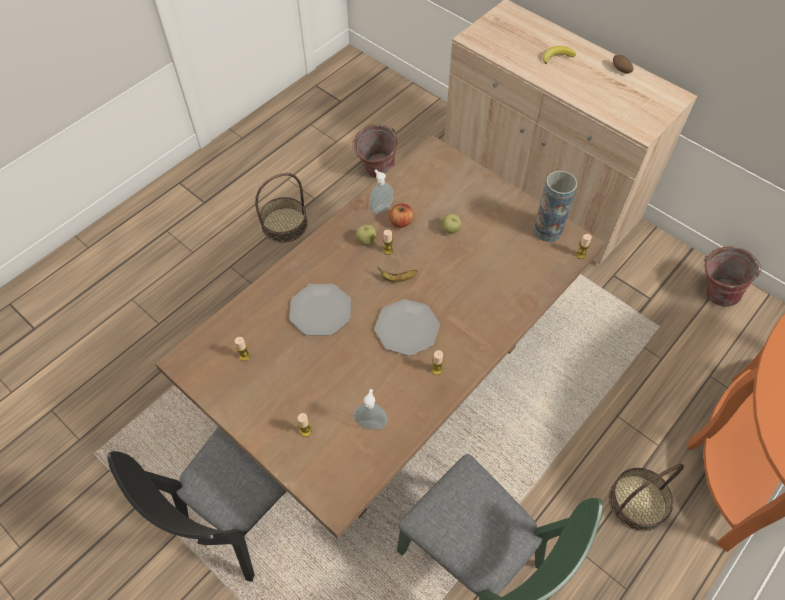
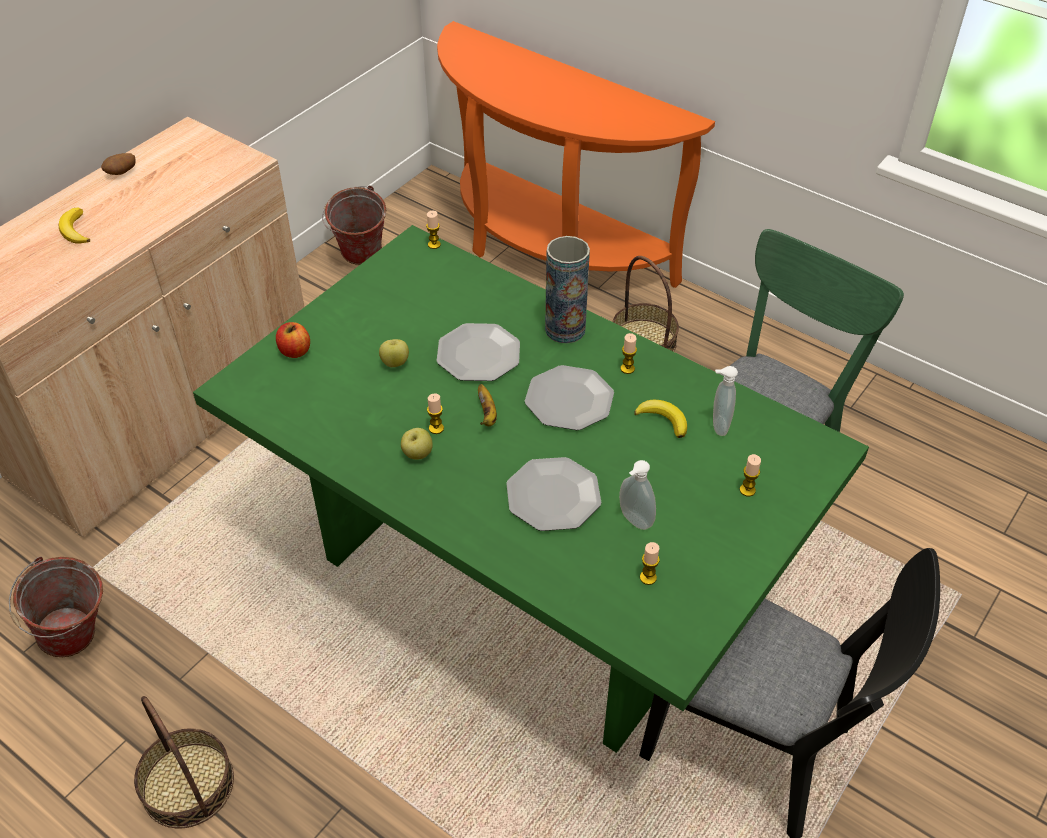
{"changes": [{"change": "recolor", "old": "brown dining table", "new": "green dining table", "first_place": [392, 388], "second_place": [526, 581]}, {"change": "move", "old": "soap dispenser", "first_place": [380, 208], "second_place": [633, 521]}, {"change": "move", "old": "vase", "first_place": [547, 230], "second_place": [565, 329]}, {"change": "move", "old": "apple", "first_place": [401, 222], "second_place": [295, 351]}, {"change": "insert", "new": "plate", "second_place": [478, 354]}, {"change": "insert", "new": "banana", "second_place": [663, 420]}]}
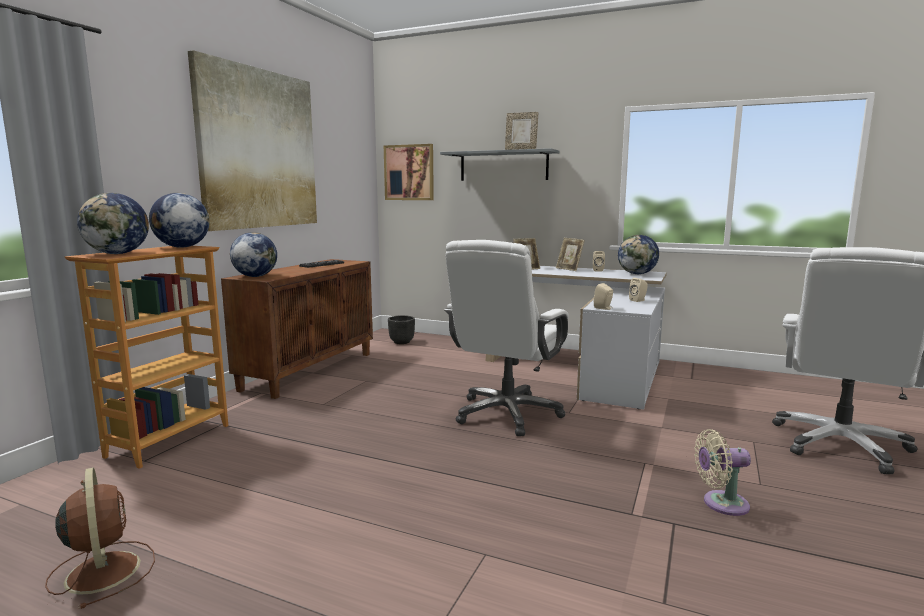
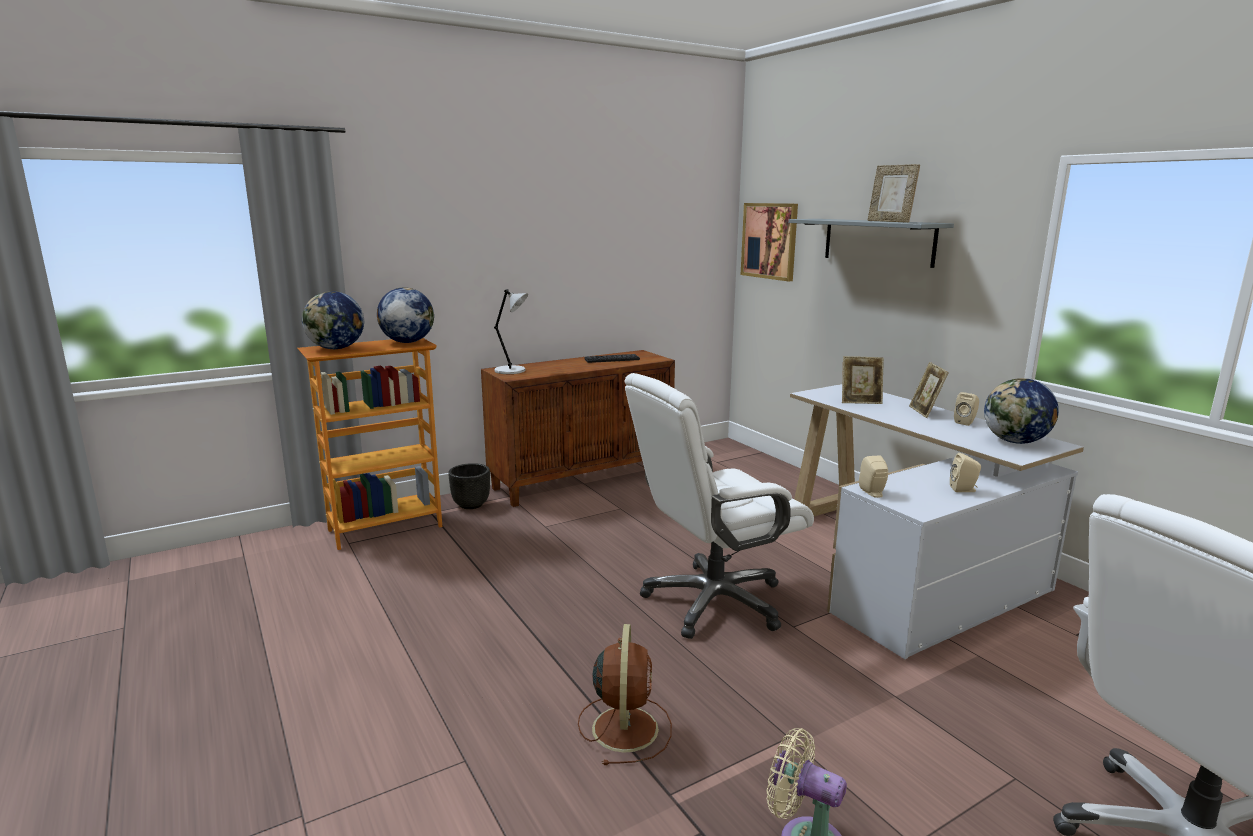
{"changes": [{"change": "delete", "old": "picture", "first_place": [259, 149]}, {"change": "replace", "old": "globe", "new": "grey table lamp", "first_place": [255, 276], "second_place": [512, 371]}, {"change": "move", "old": "black planter", "first_place": [401, 342], "second_place": [471, 504]}, {"change": "move", "old": "brown fan", "first_place": [103, 570], "second_place": [625, 726]}]}
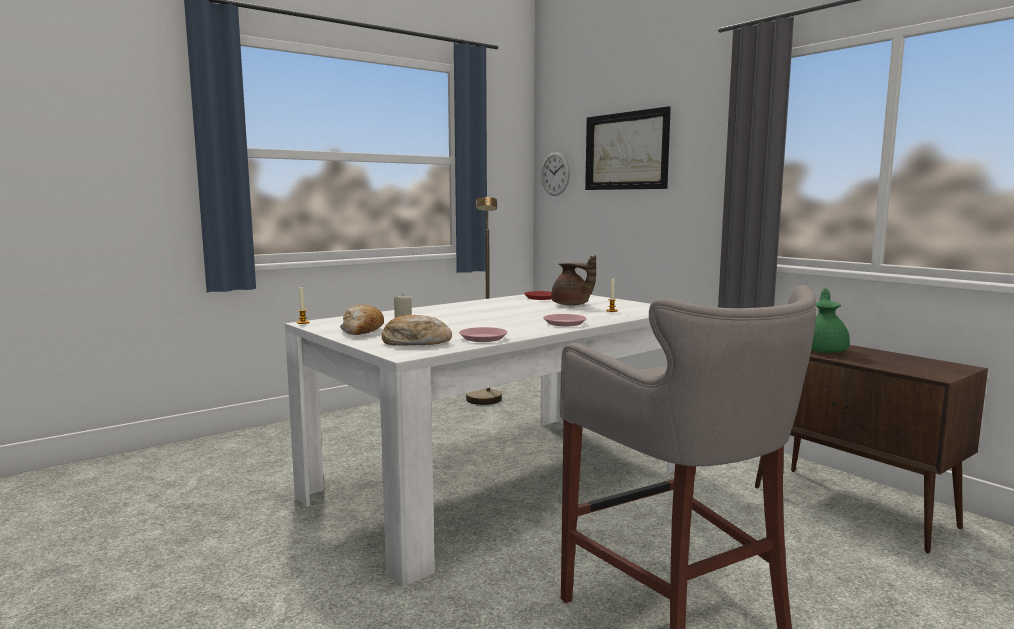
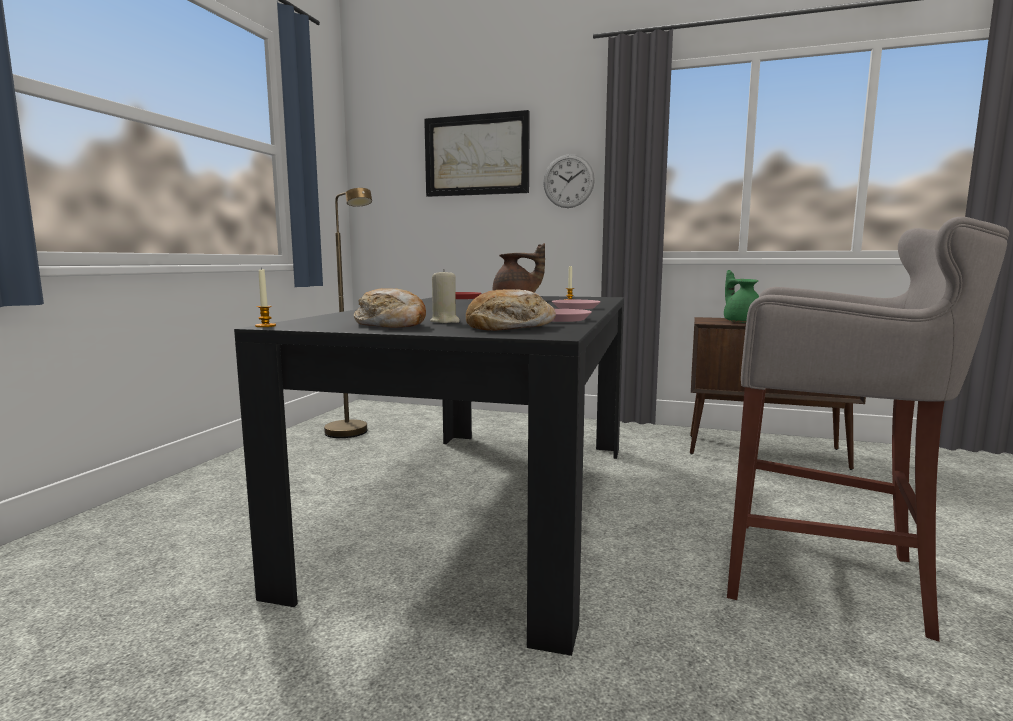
{"changes": [{"change": "move", "old": "wall clock", "first_place": [555, 174], "second_place": [568, 181]}, {"change": "recolor", "old": "white dining table", "new": "black dining table", "first_place": [500, 481], "second_place": [489, 504]}]}
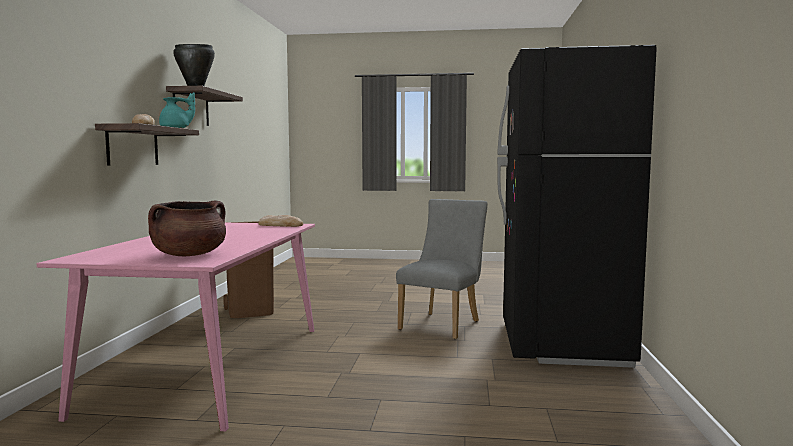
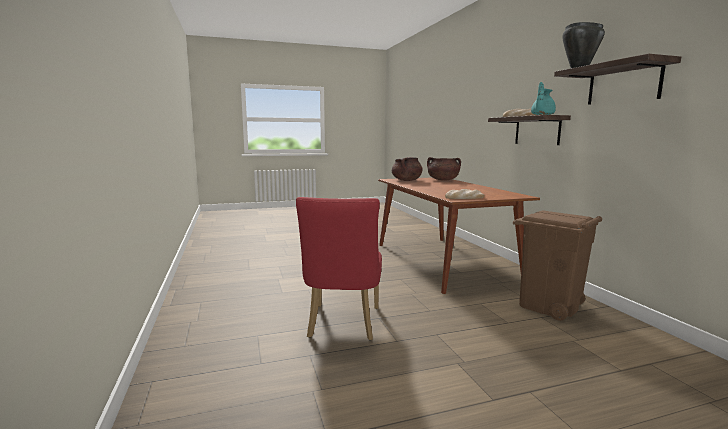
{"changes": [{"change": "delete", "old": "black fridge", "first_place": [562, 344]}, {"change": "recolor", "old": "grey chair", "new": "red chair", "first_place": [443, 324], "second_place": [342, 325]}, {"change": "recolor", "old": "pink dining table", "new": "brown dining table", "first_place": [213, 366], "second_place": [443, 261]}, {"change": "insert", "new": "brown cooking pot", "second_place": [443, 180]}]}
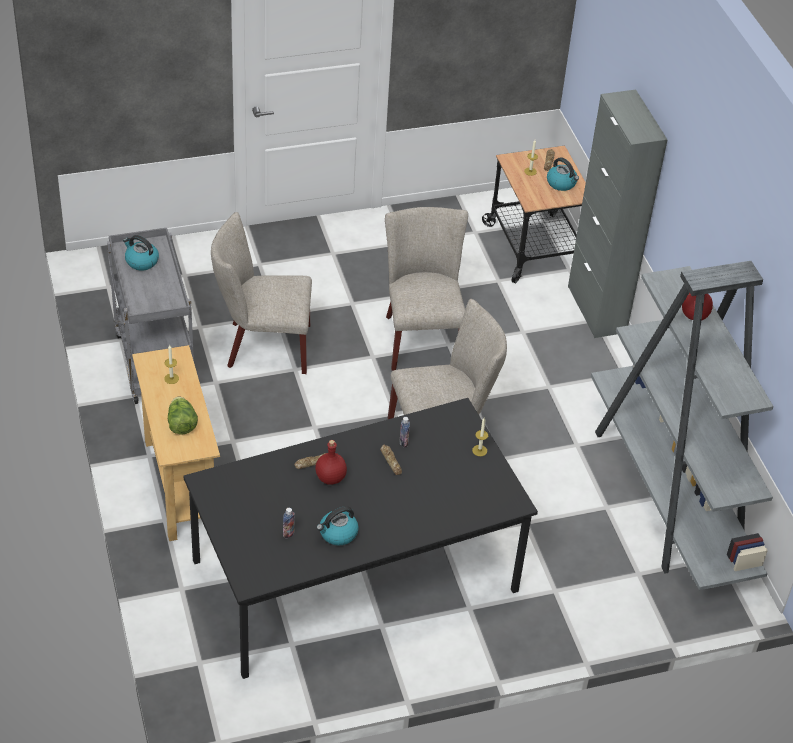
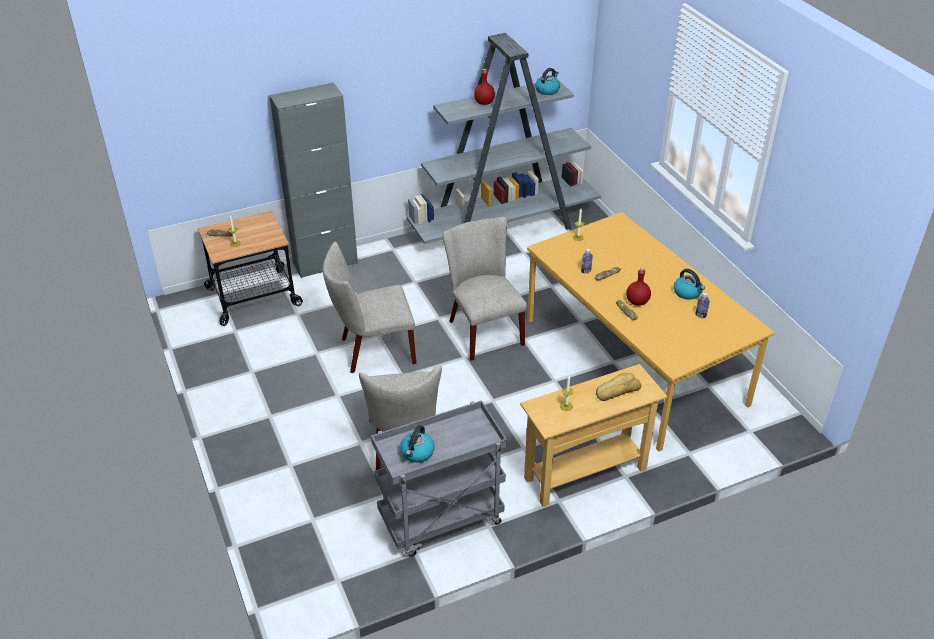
{"changes": [{"change": "move", "old": "kettle", "first_place": [562, 183], "second_place": [547, 90]}, {"change": "replace", "old": "lettuce", "new": "bread", "first_place": [181, 424], "second_place": [617, 390]}, {"change": "recolor", "old": "black dining table", "new": "orange dining table", "first_place": [355, 574], "second_place": [632, 361]}]}
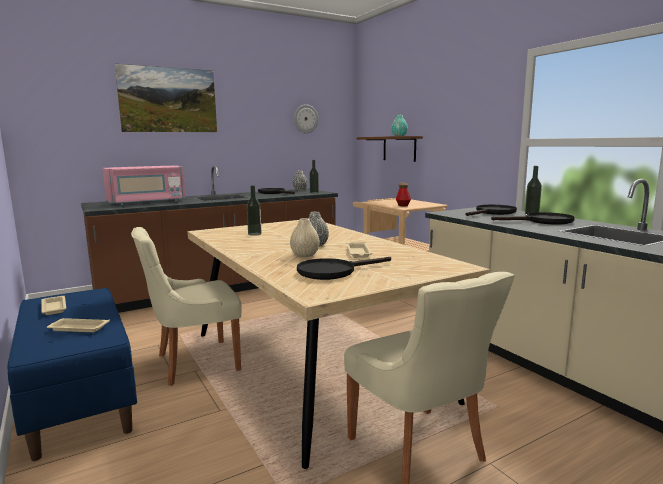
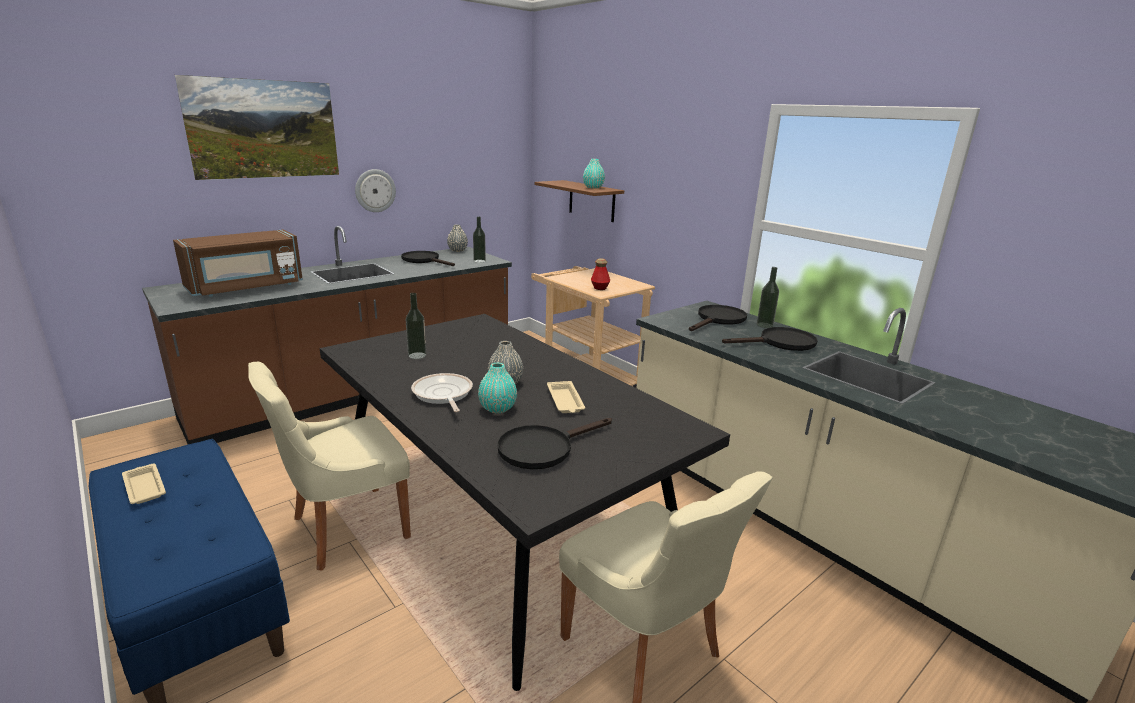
{"changes": [{"change": "move", "old": "wall clock", "first_place": [305, 119], "second_place": [375, 190]}, {"change": "recolor", "old": "pink microwave", "new": "brown microwave", "first_place": [147, 202], "second_place": [246, 287]}, {"change": "recolor", "old": "beige vase", "new": "turquoise vase", "first_place": [305, 255], "second_place": [497, 408]}, {"change": "recolor", "old": "beige dining table", "new": "black dining table", "first_place": [311, 364], "second_place": [498, 522]}, {"change": "delete", "old": "beige tray", "first_place": [78, 328]}, {"change": "insert", "new": "frying pan", "second_place": [442, 394]}]}
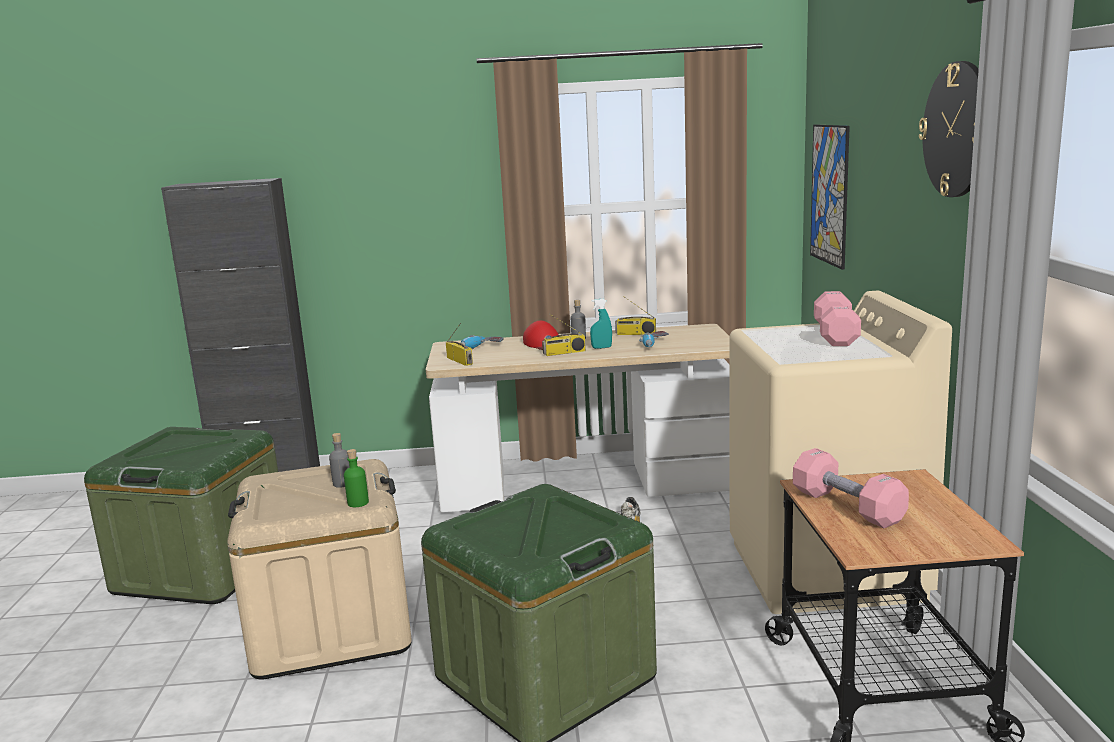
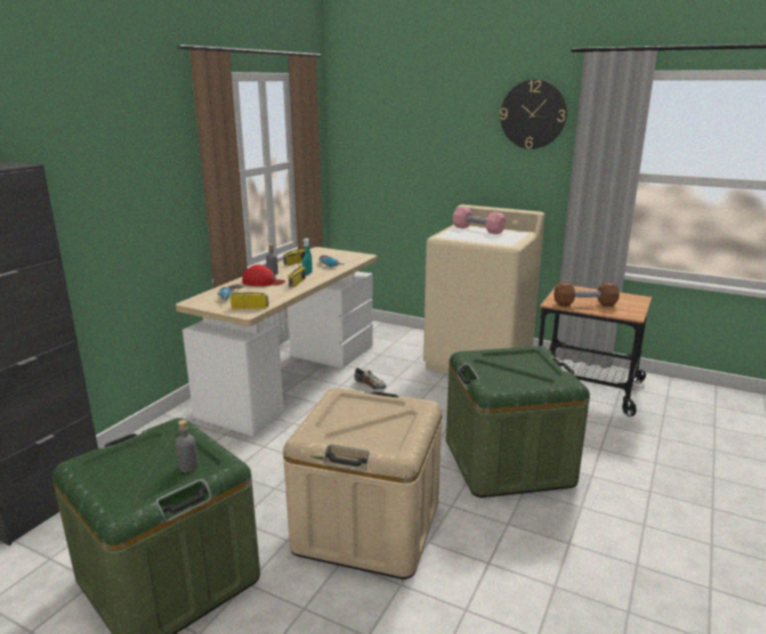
{"changes": [{"change": "delete", "old": "picture", "first_place": [829, 194]}, {"change": "move", "old": "grey bottle", "first_place": [342, 483], "second_place": [188, 466]}, {"change": "recolor", "old": "pink dumbbell", "new": "brown dumbbell", "first_place": [847, 507], "second_place": [584, 304]}, {"change": "delete", "old": "green bottle", "first_place": [358, 503]}]}
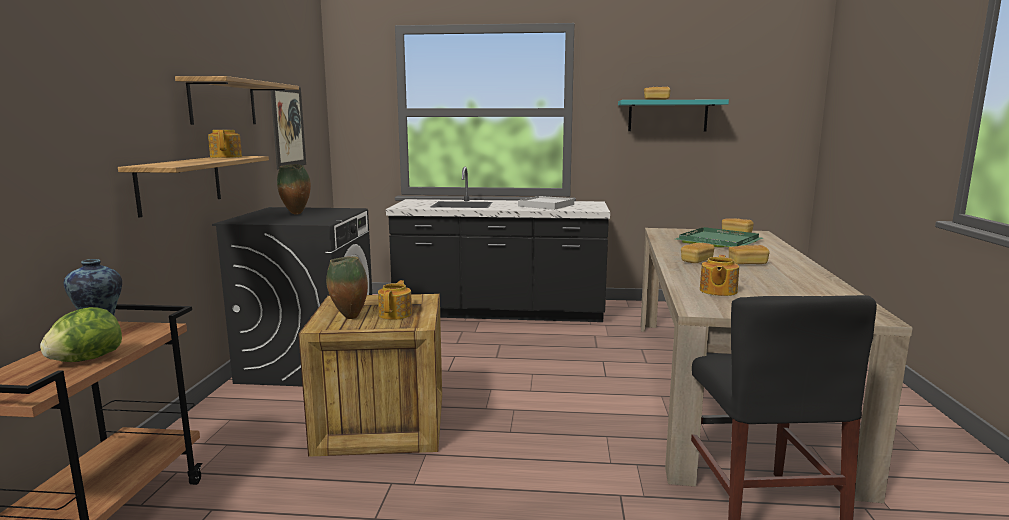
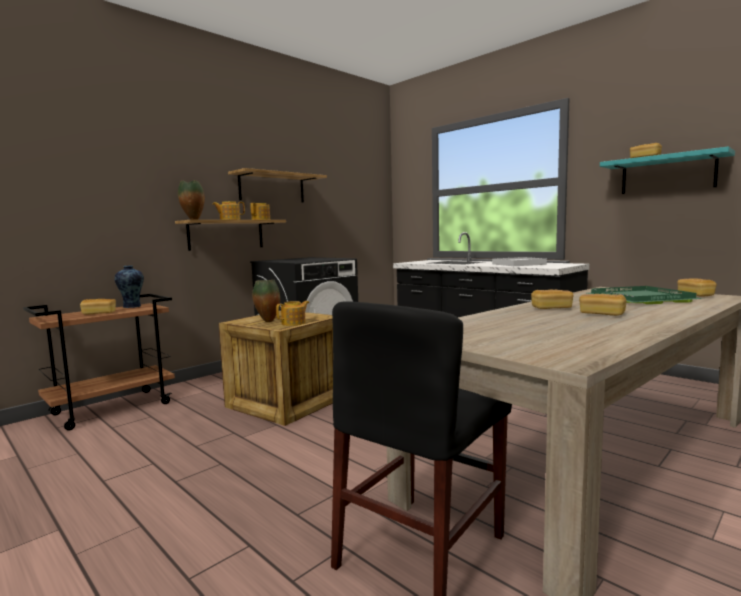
{"changes": [{"change": "delete", "old": "picture", "first_place": [288, 127]}, {"change": "move", "old": "vase", "first_place": [296, 214], "second_place": [193, 219]}, {"change": "move", "old": "teapot", "first_place": [717, 291], "second_place": [229, 220]}, {"change": "replace", "old": "lettuce", "new": "bread", "first_place": [86, 360], "second_place": [99, 313]}]}
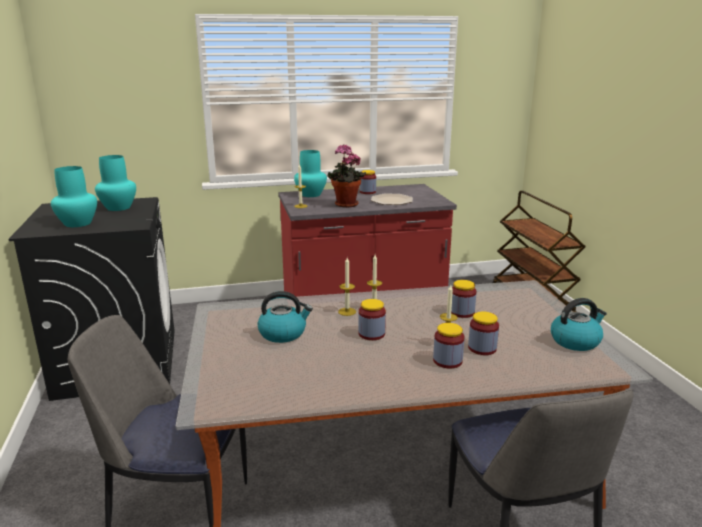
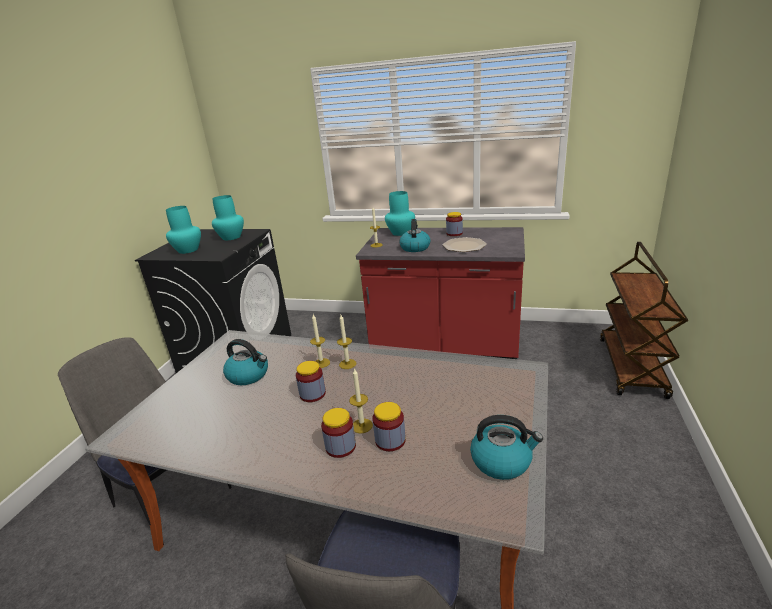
{"changes": [{"change": "replace", "old": "potted plant", "new": "kettle", "first_place": [345, 205], "second_place": [415, 247]}, {"change": "delete", "old": "jar", "first_place": [462, 312]}]}
